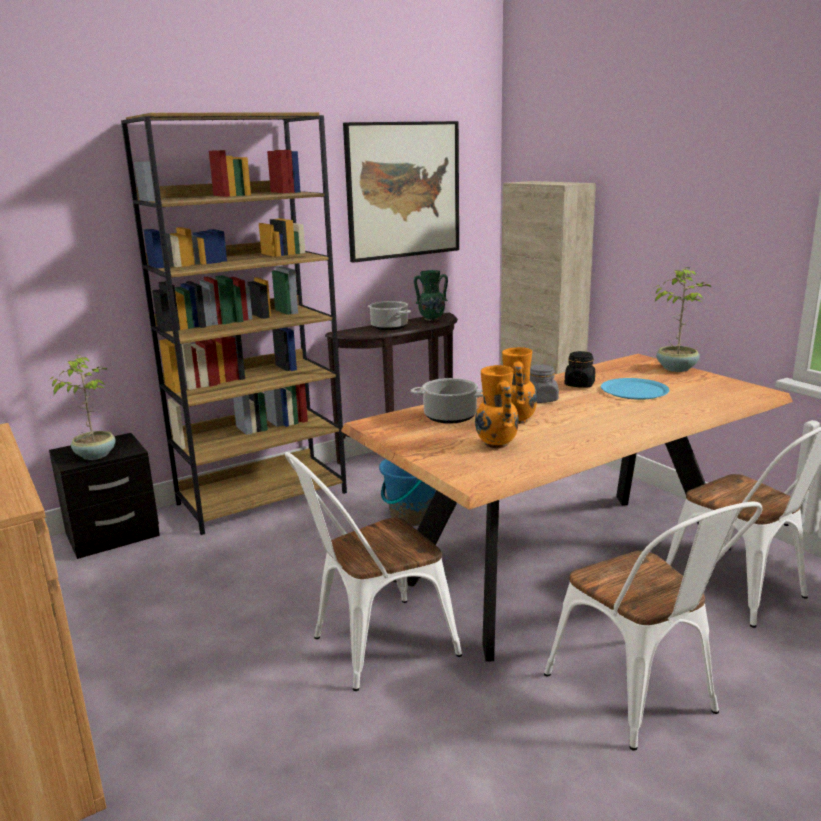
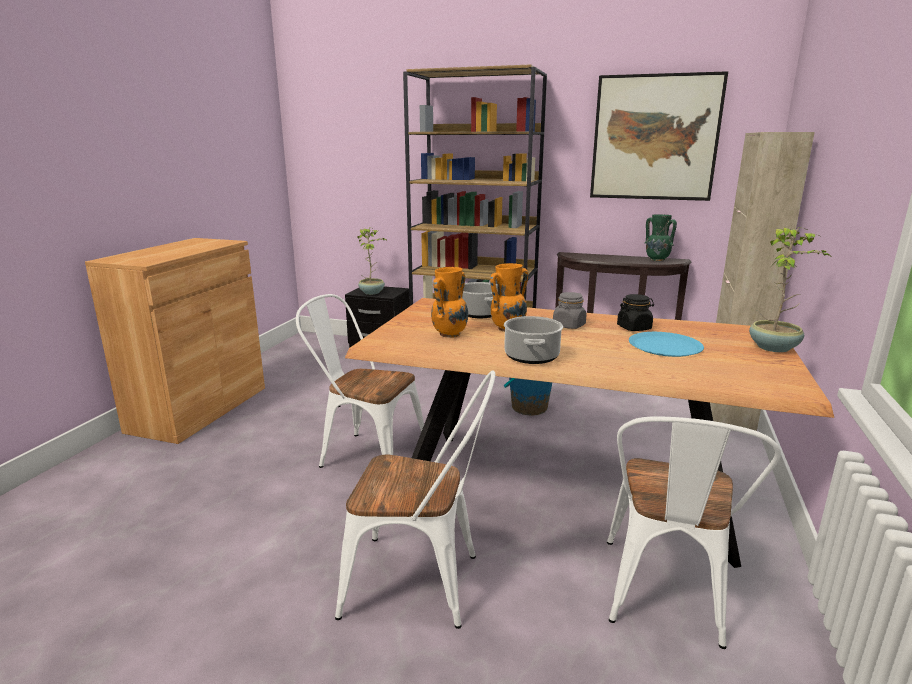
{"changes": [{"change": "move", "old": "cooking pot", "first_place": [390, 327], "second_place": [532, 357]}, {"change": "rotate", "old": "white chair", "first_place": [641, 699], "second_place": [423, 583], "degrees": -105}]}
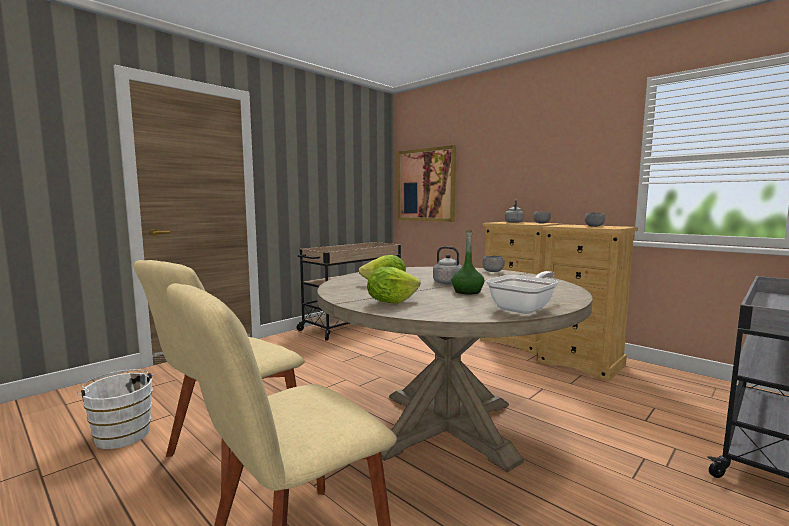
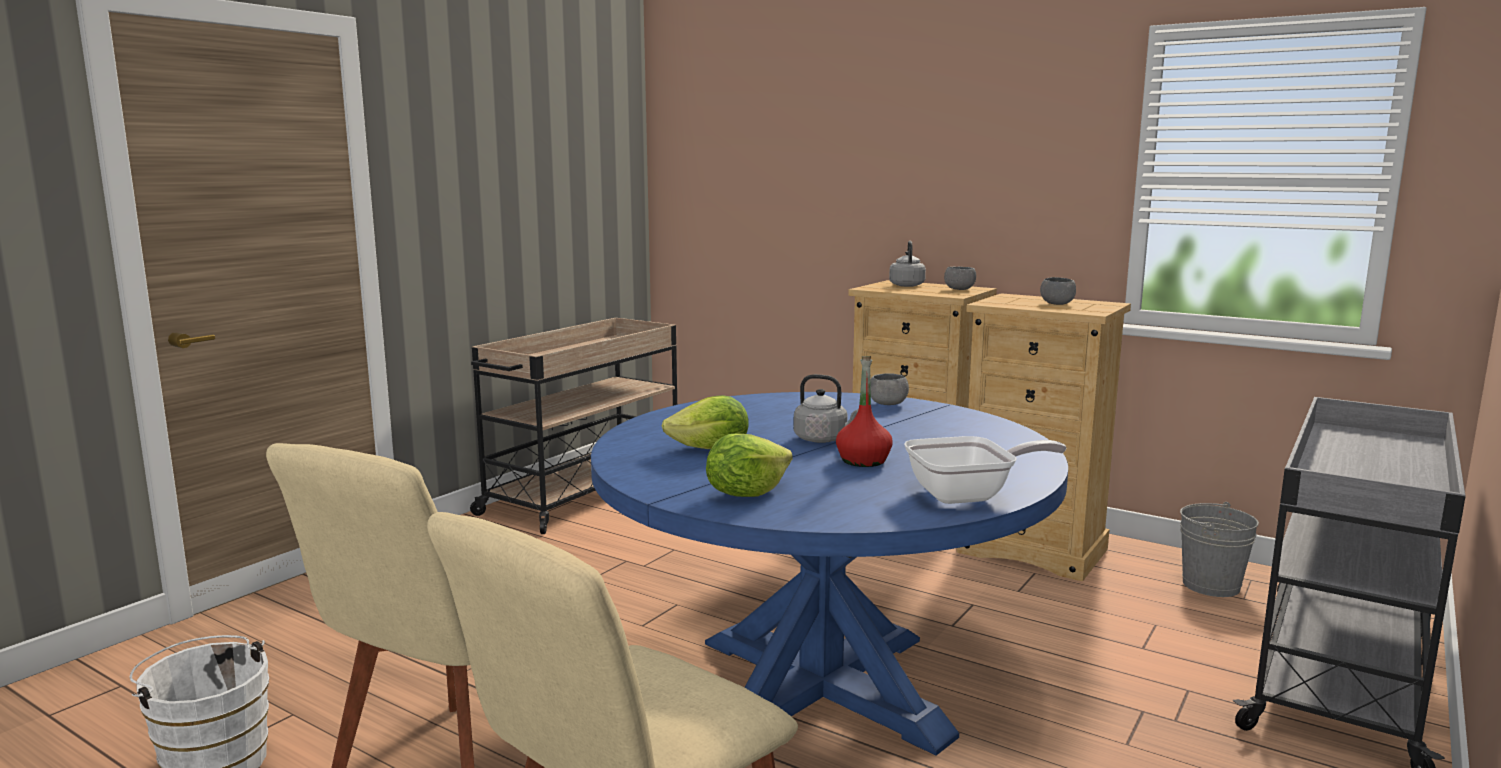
{"changes": [{"change": "delete", "old": "picture", "first_place": [426, 185]}, {"change": "recolor", "old": "green bottle", "new": "red bottle", "first_place": [467, 292], "second_place": [863, 461]}, {"change": "recolor", "old": "beige dining table", "new": "blue dining table", "first_place": [446, 425], "second_place": [820, 686]}, {"change": "rotate", "old": "frying pan", "first_place": [524, 308], "second_place": [969, 495], "degrees": 45}, {"change": "insert", "new": "grey bucket", "second_place": [1211, 585]}]}
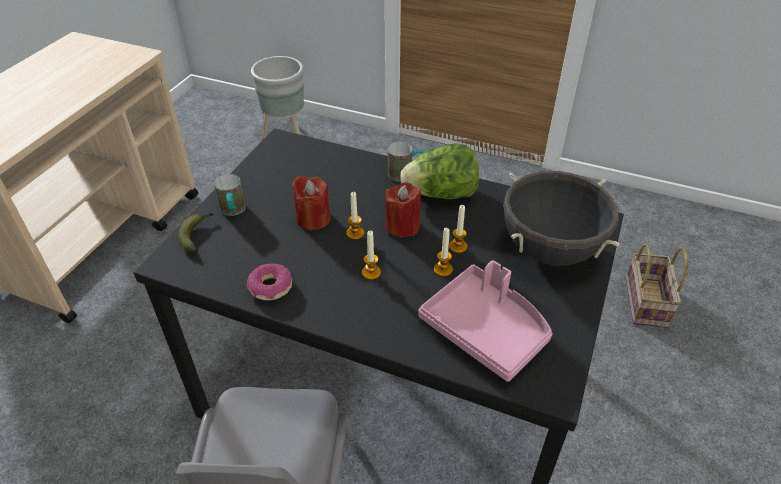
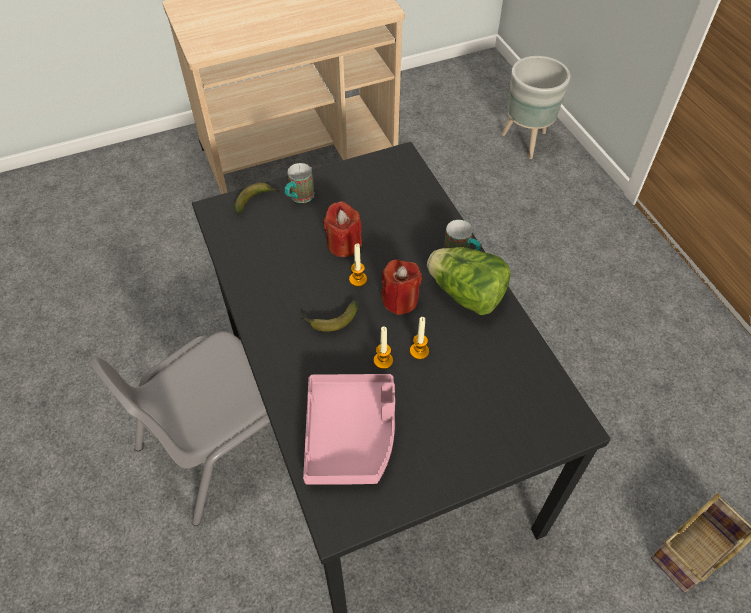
{"changes": [{"change": "delete", "old": "black cooking pot", "first_place": [550, 250]}, {"change": "replace", "old": "candle", "new": "banana", "first_place": [371, 272], "second_place": [330, 320]}, {"change": "delete", "old": "donut", "first_place": [270, 287]}]}
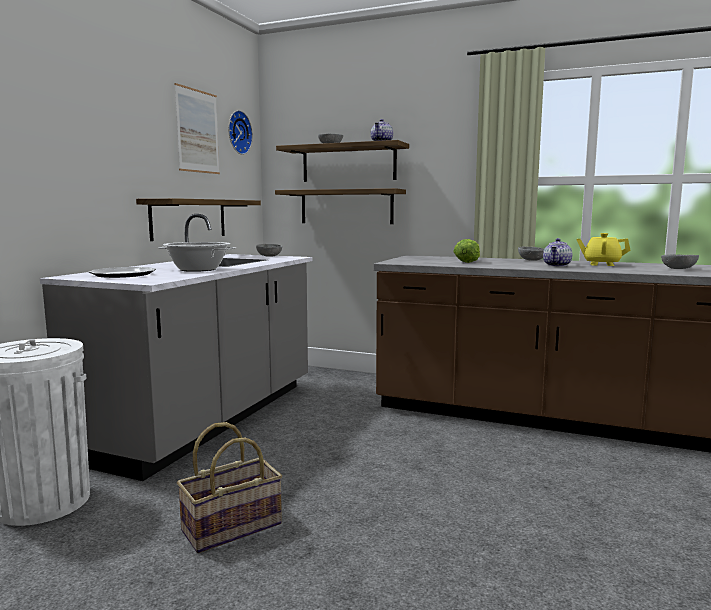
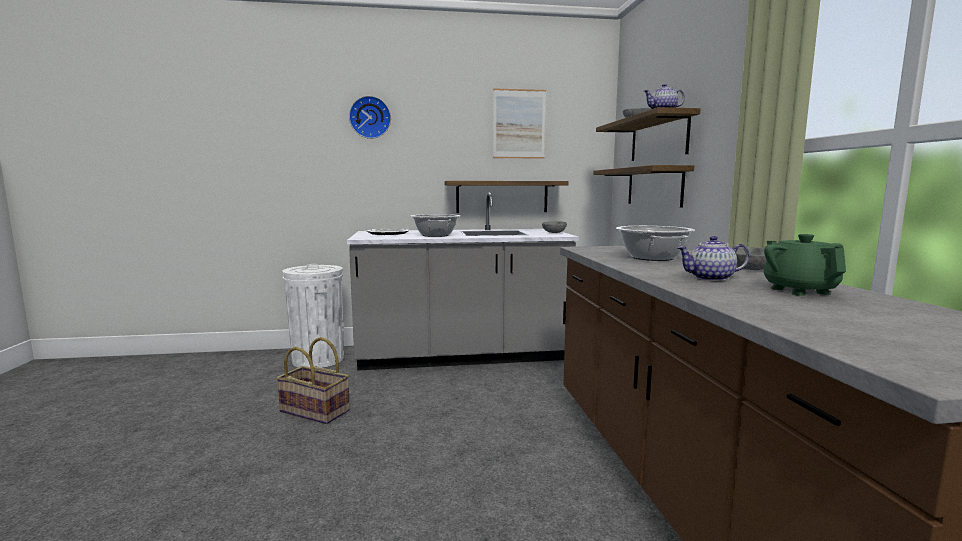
{"changes": [{"change": "move", "old": "wall clock", "first_place": [237, 132], "second_place": [370, 117]}, {"change": "recolor", "old": "yellow teapot", "new": "green teapot", "first_place": [601, 264], "second_place": [799, 290]}, {"change": "replace", "old": "lettuce", "new": "cooking pot", "first_place": [467, 261], "second_place": [652, 258]}, {"change": "delete", "old": "grey bowl", "first_place": [677, 268]}]}
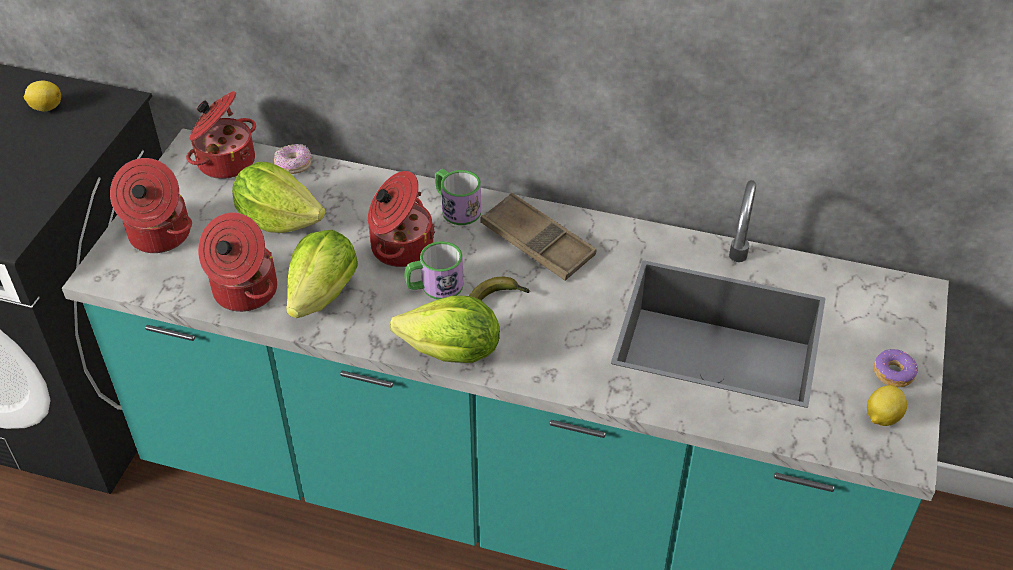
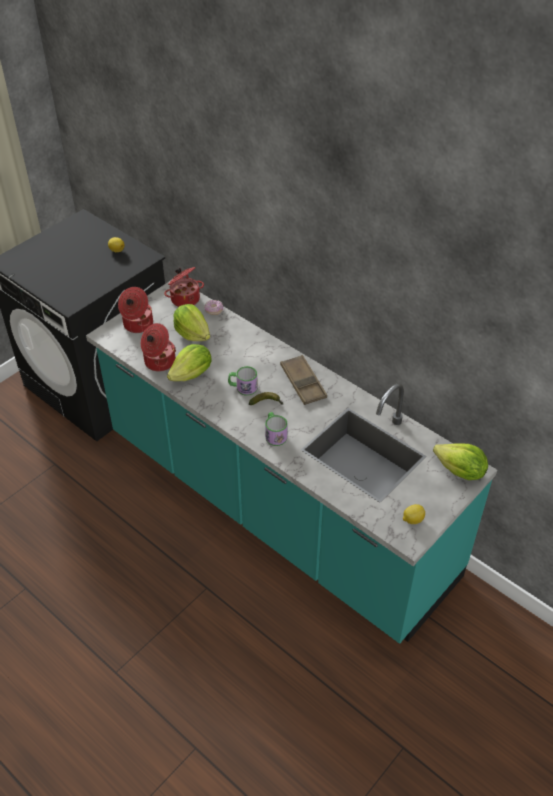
{"changes": [{"change": "move", "old": "mug", "first_place": [456, 207], "second_place": [274, 434]}, {"change": "delete", "old": "cooking pot", "first_place": [400, 247]}, {"change": "move", "old": "lettuce", "first_place": [452, 353], "second_place": [460, 472]}, {"change": "delete", "old": "donut", "first_place": [893, 373]}]}
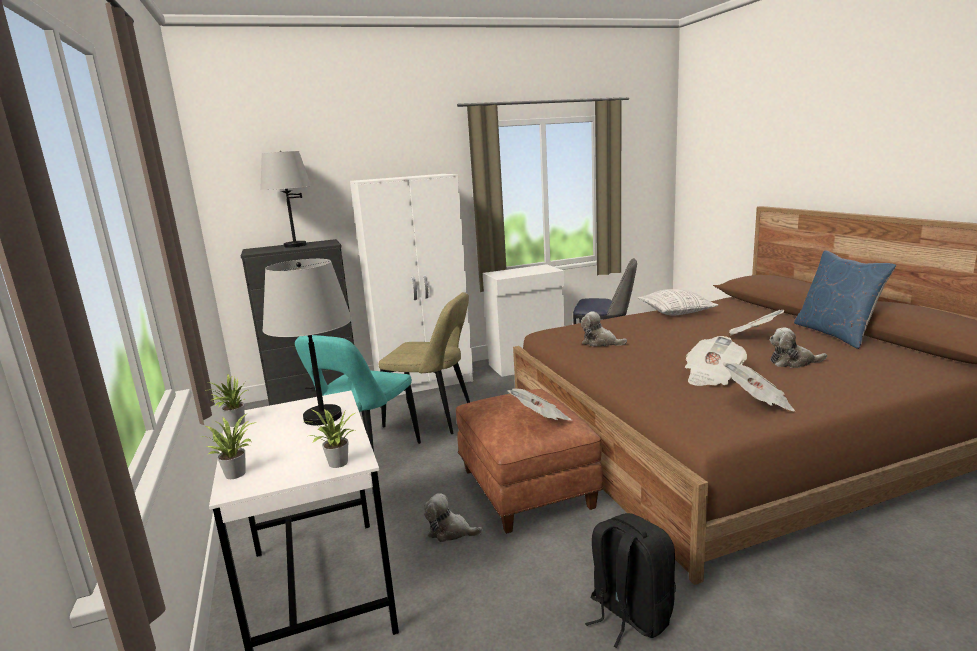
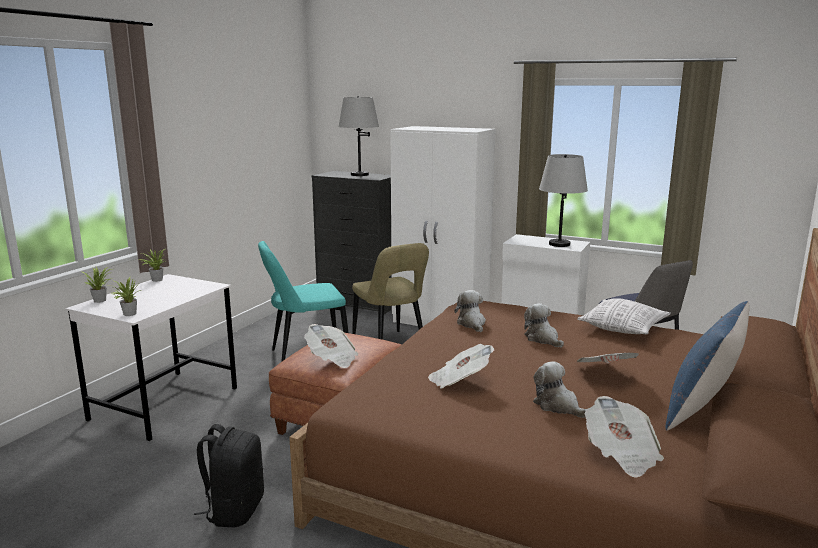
{"changes": [{"change": "move", "old": "grey table lamp", "first_place": [323, 417], "second_place": [559, 244]}, {"change": "move", "old": "newspaper", "first_place": [758, 403], "second_place": [621, 454]}, {"change": "move", "old": "plush toy", "first_place": [450, 531], "second_place": [542, 339]}]}
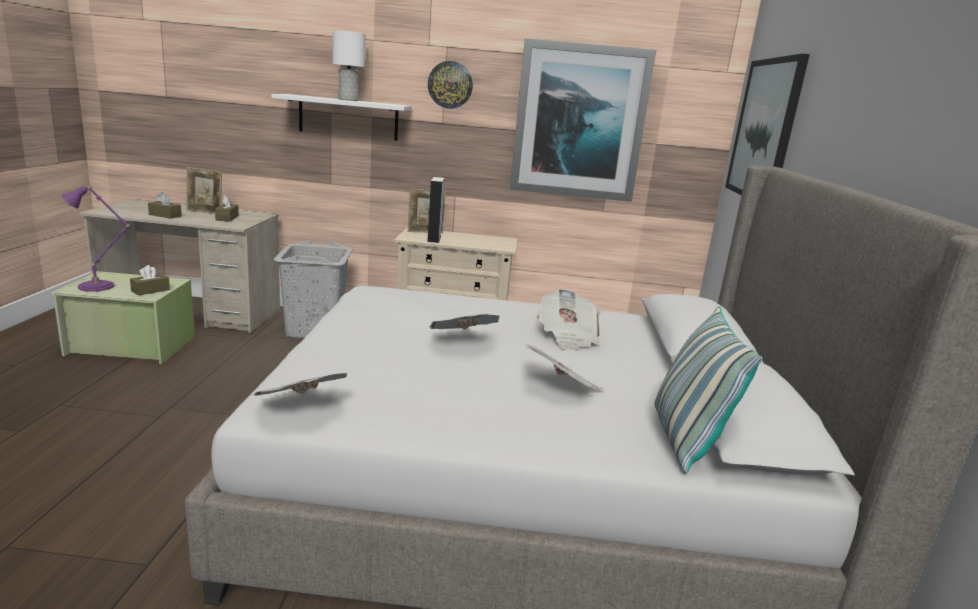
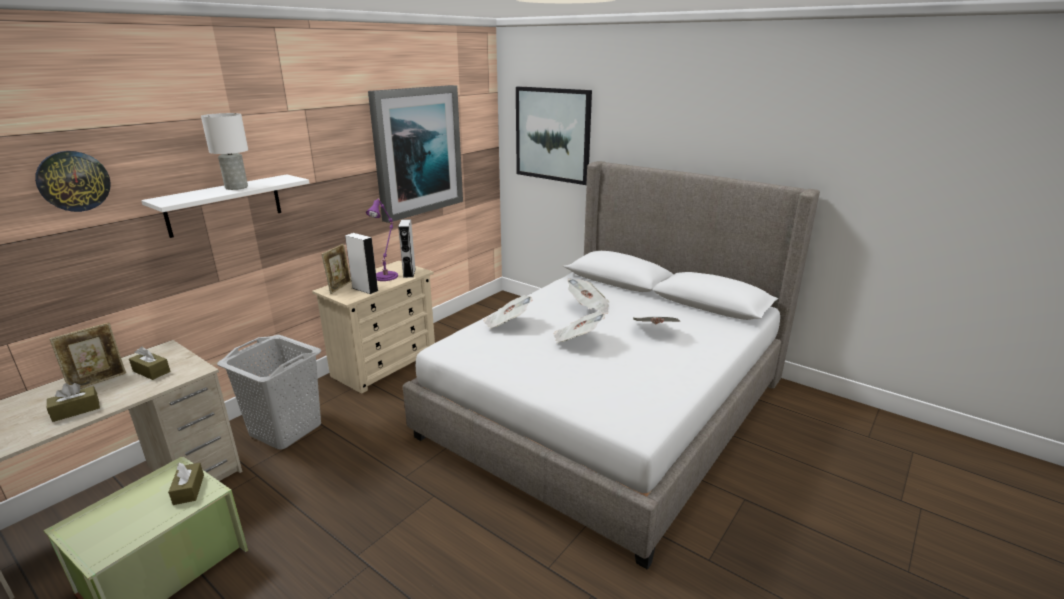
{"changes": [{"change": "move", "old": "wall clock", "first_place": [450, 85], "second_place": [73, 181]}, {"change": "move", "old": "purple table lamp", "first_place": [99, 286], "second_place": [386, 275]}, {"change": "delete", "old": "pillow", "first_place": [685, 439]}, {"change": "move", "old": "newspaper", "first_place": [300, 407], "second_place": [507, 323]}, {"change": "insert", "new": "grey speaker", "second_place": [409, 272]}]}
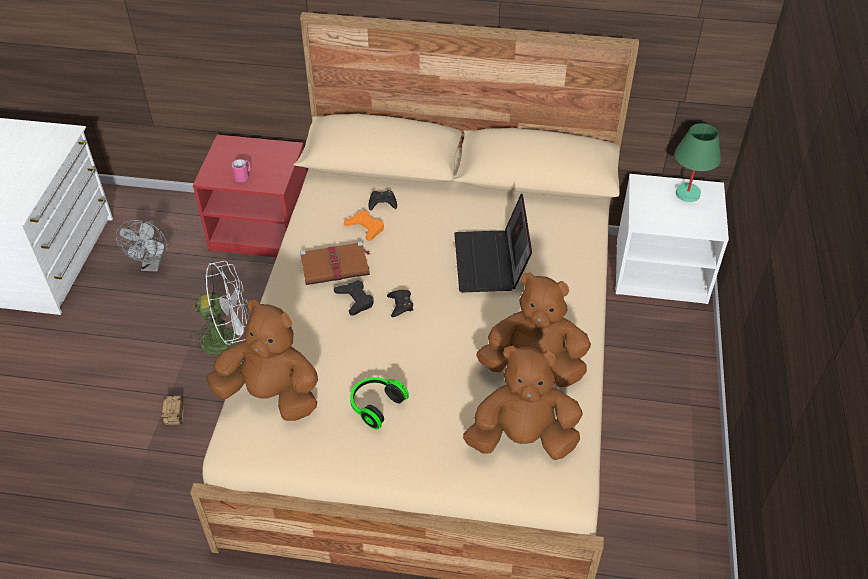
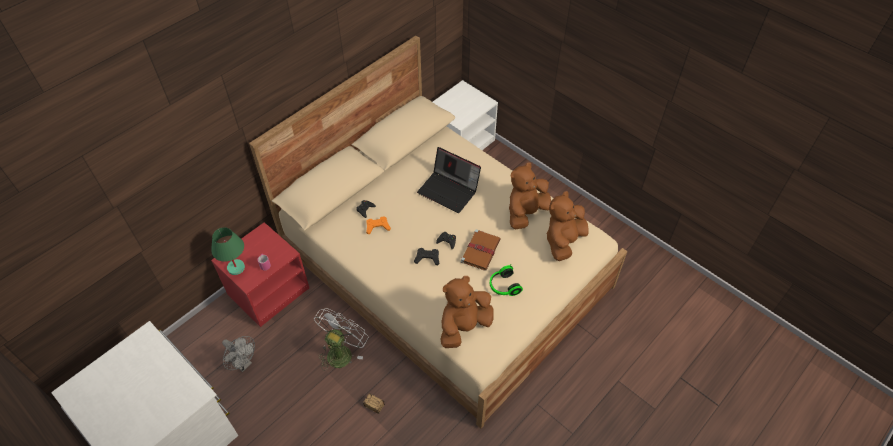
{"changes": [{"change": "move", "old": "green table lamp", "first_place": [688, 193], "second_place": [236, 267]}, {"change": "move", "old": "brown book", "first_place": [336, 265], "second_place": [480, 250]}]}
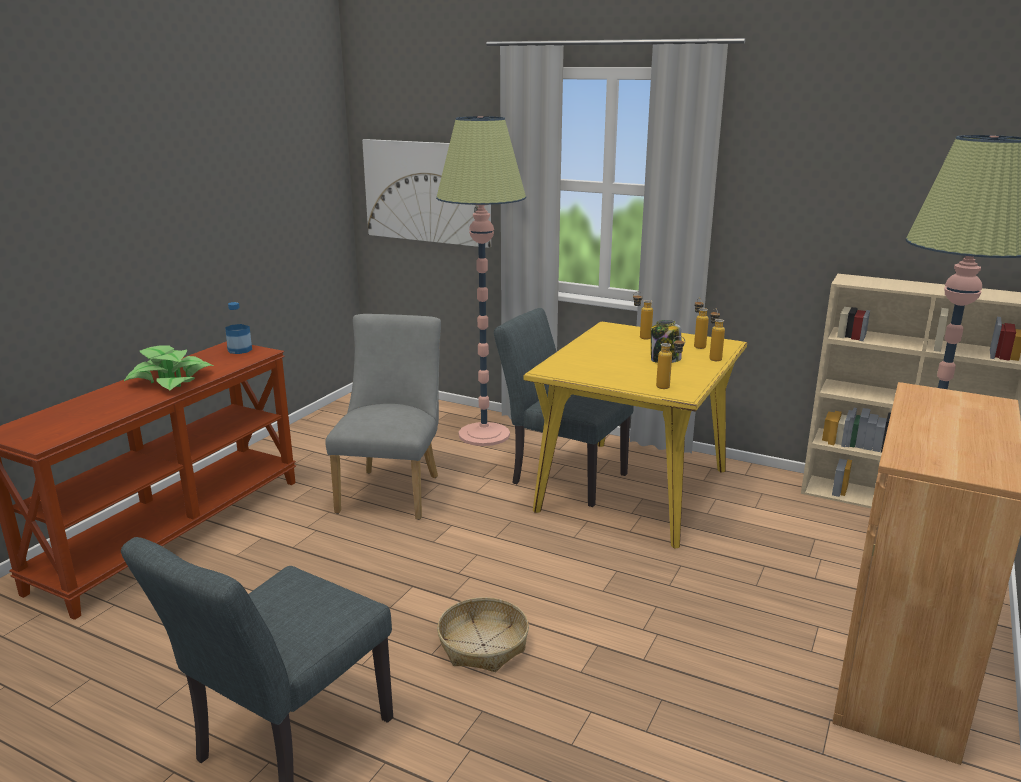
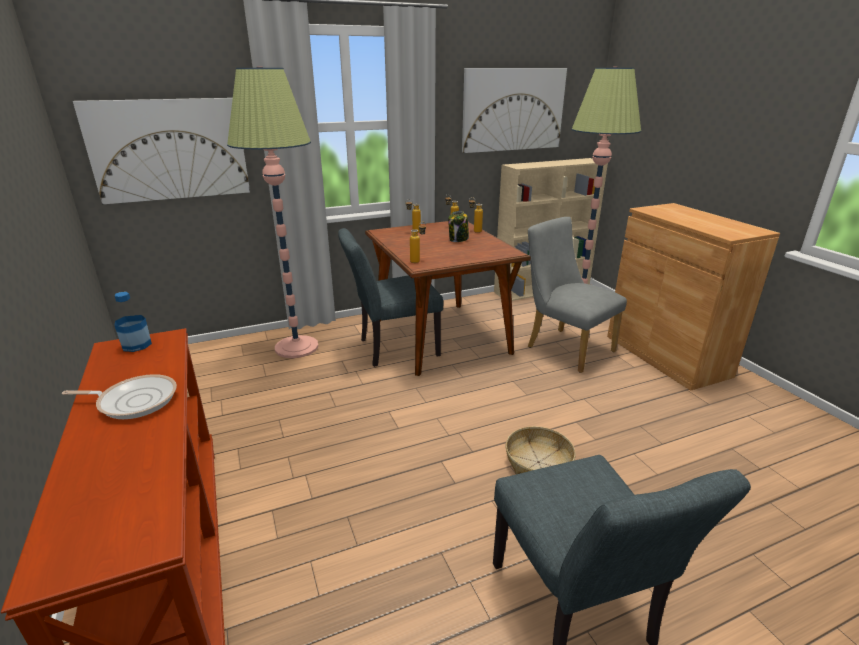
{"changes": [{"change": "move", "old": "grey chair", "first_place": [393, 490], "second_place": [564, 347]}, {"change": "recolor", "old": "yellow dining table", "new": "brown dining table", "first_place": [633, 490], "second_place": [441, 336]}, {"change": "move", "old": "bottle", "first_place": [668, 387], "second_place": [418, 261]}, {"change": "replace", "old": "potted plant", "new": "frying pan", "first_place": [171, 380], "second_place": [134, 401]}, {"change": "insert", "new": "picture", "second_place": [513, 110]}]}
